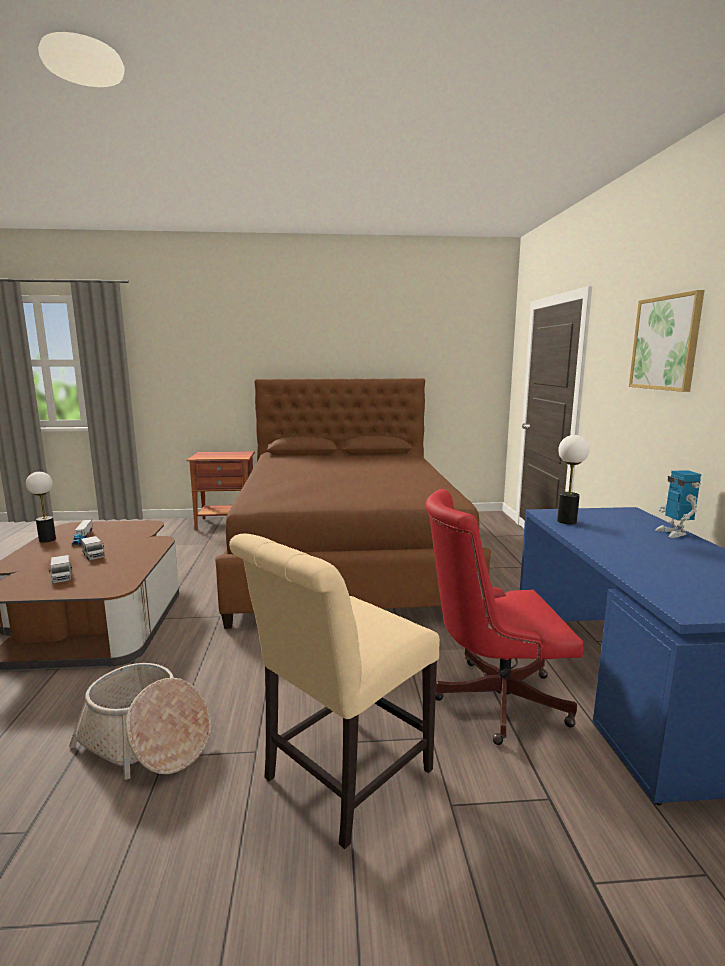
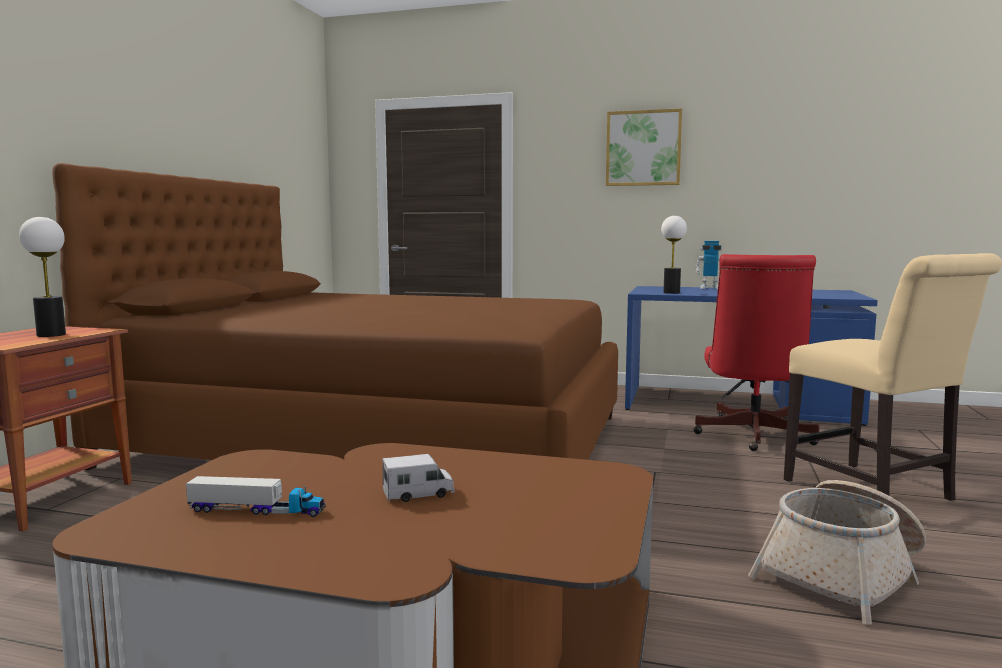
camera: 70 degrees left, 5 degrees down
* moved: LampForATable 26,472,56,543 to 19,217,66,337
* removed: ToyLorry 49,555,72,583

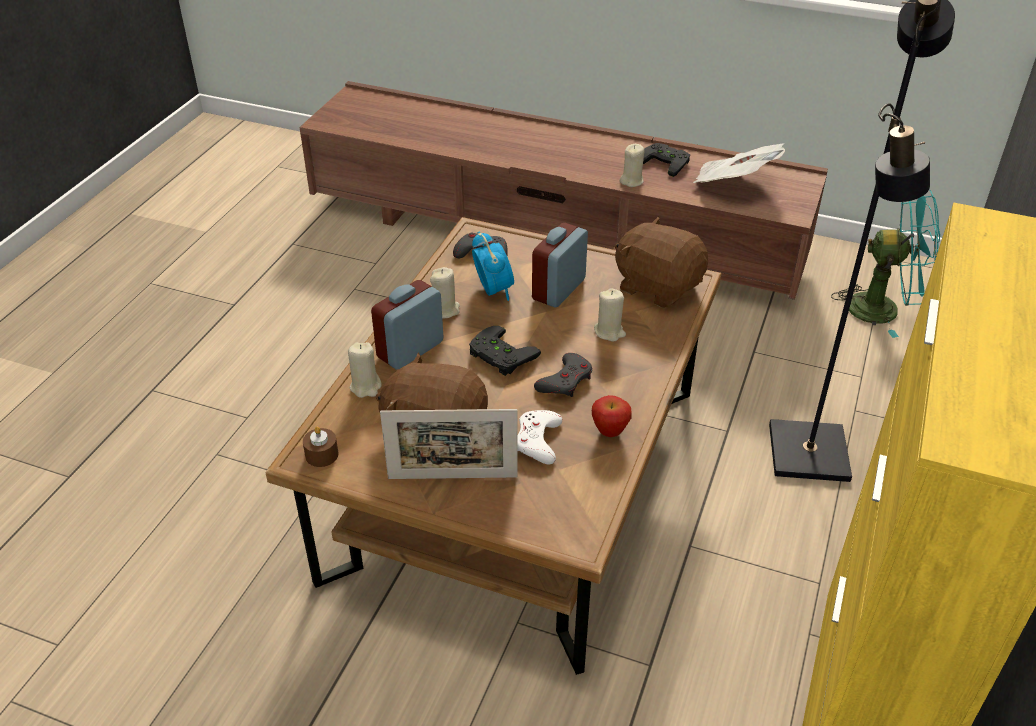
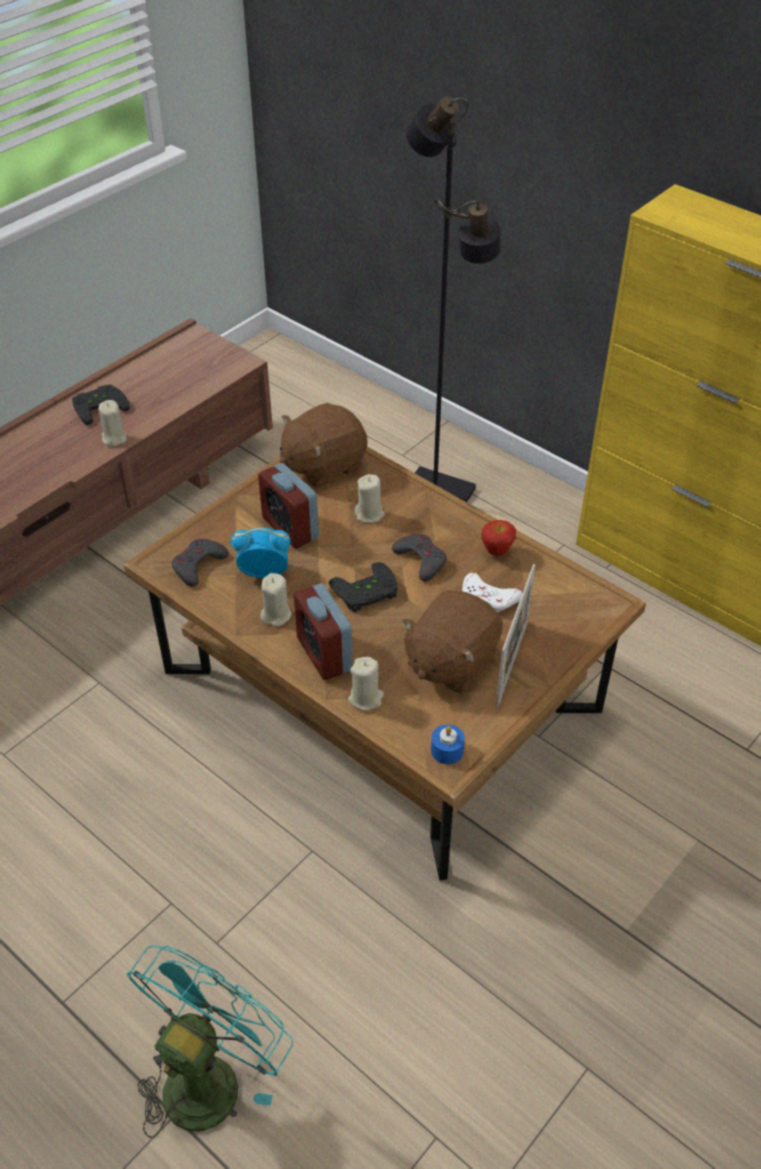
camera: 70 degrees left, 5 degrees up
* moved: BlueGreenCoolingFan 831,189,940,338 to 127,945,293,1138
* recoloured: BrownWaxCandle 303,426,339,467 to BlueWaxCandle 431,725,465,764
* removed: Newspaper 693,143,785,183

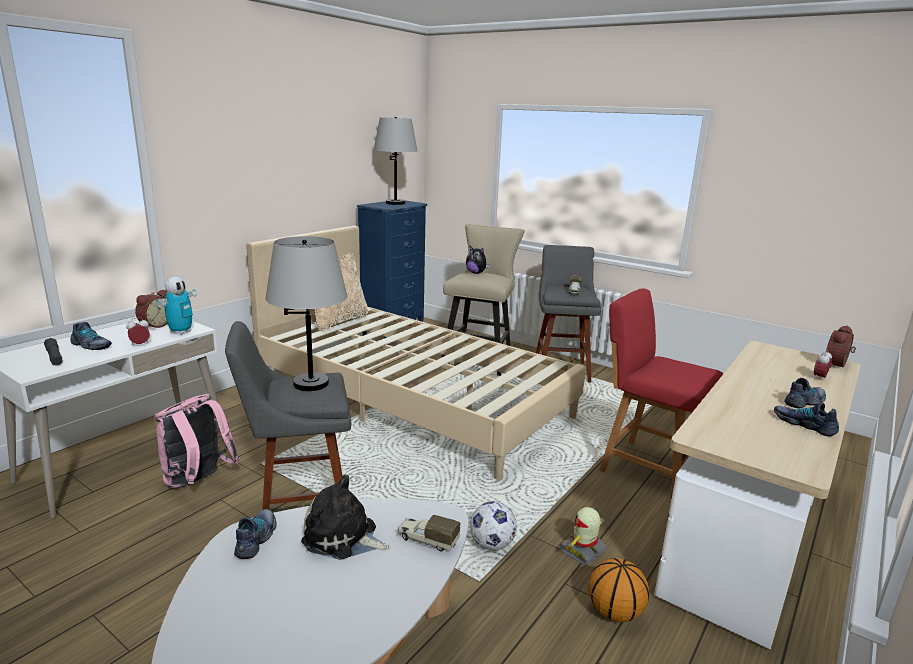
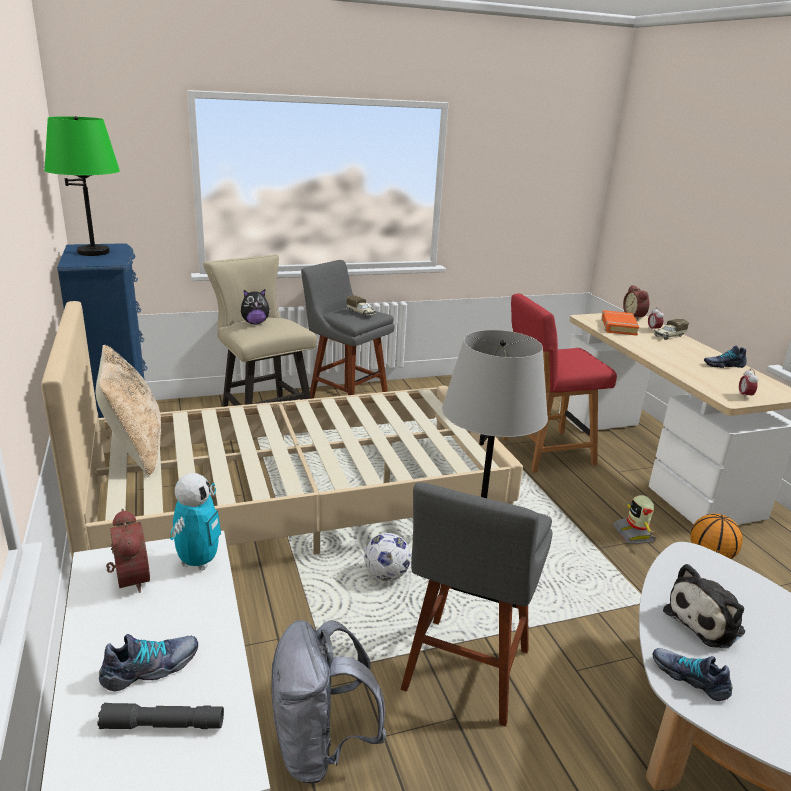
camera: 55 degrees left, 5 degrees up
* recoloured: GreyishLampForATable 374,117,418,205 to GreenishLampForATable 44,116,120,256
* turned: ModelRobot 156,277,197,335 = 170,473,221,570 45 degrees clockwise
* recoloured: PinkColouredRucksack 154,394,240,489 to GreyishRucksack 271,620,386,783
* moved: FootballBall 470,501,517,551 to 364,533,411,581
* added: OrangeVolume 602,310,639,336
* moved: ToyLorry 397,515,460,551 to 654,319,689,340
* moved: AlarmClock 126,317,150,345 to 739,368,758,399
* removed: LowShoe 784,378,826,409

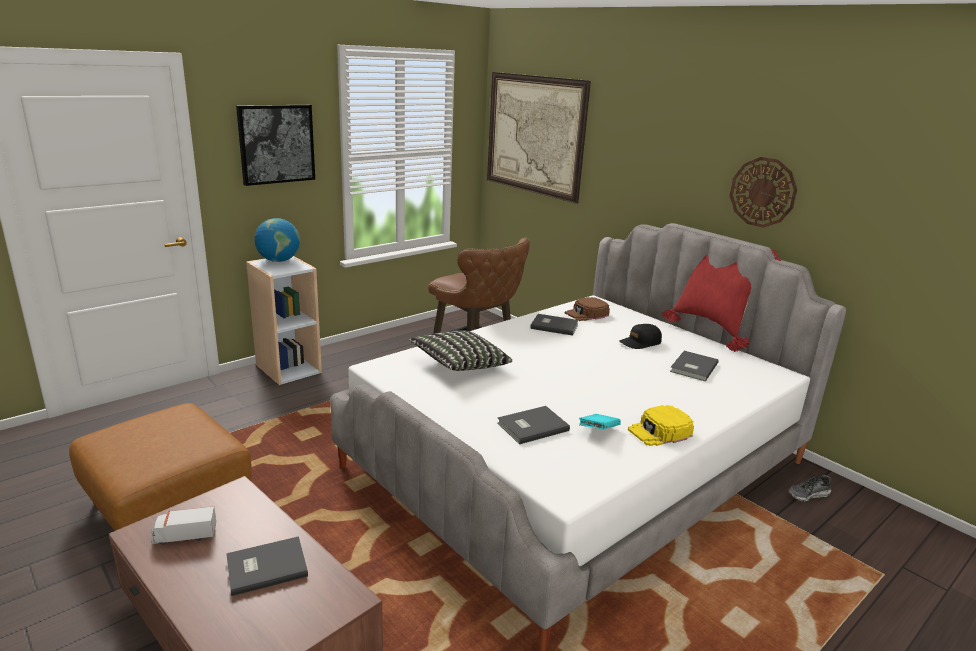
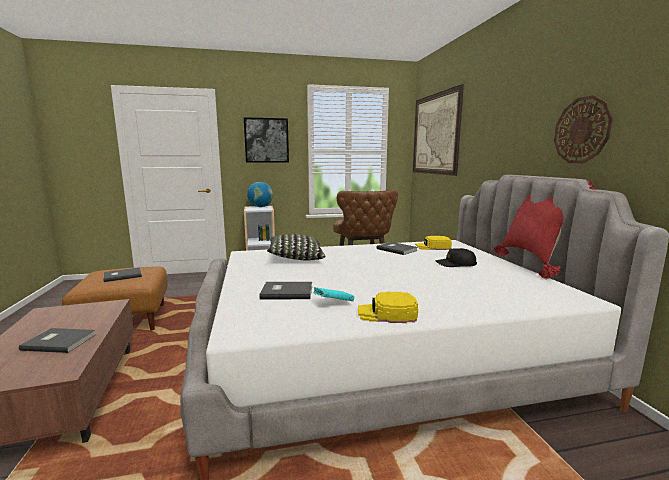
camera: 30 degrees right, 10 degrees down
* moved: GreyishVolume 670,351,719,382 to 103,268,142,282
* recoloured: BrownCap 564,297,610,321 to YellowCap 415,236,452,250
* removed: ToyLorry 151,506,216,545
* removed: LowShoe 788,475,831,502

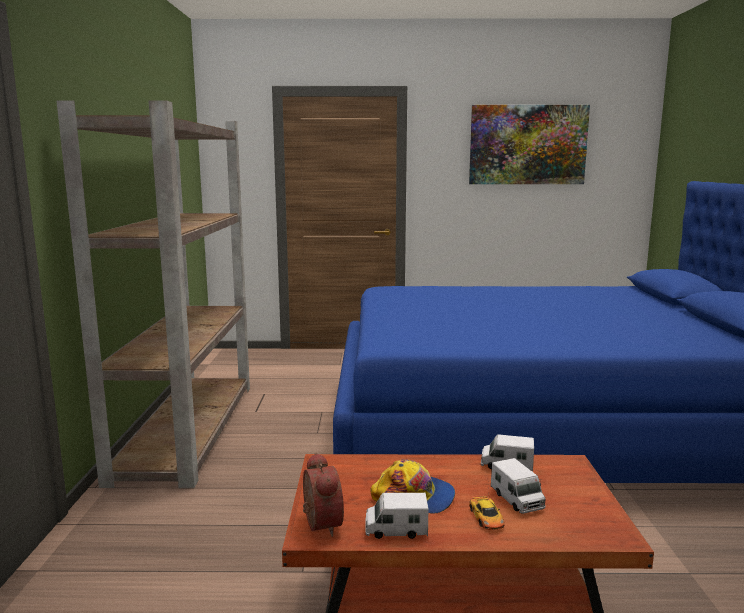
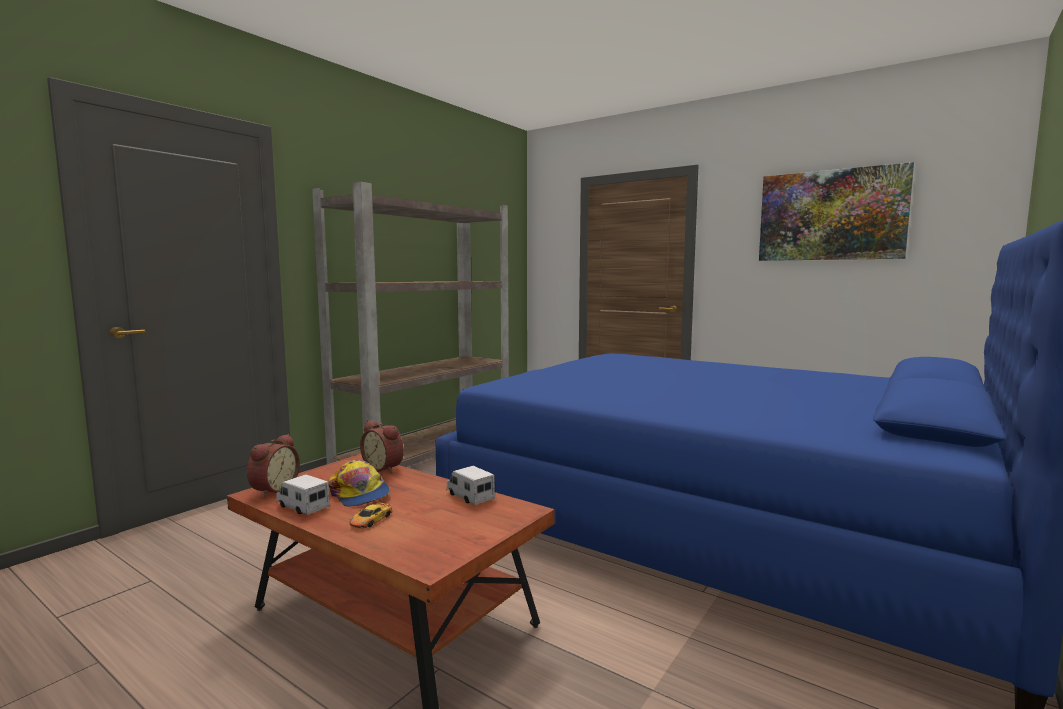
camera: 35 degrees right, 5 degrees down
* added: AlarmClock 360,420,404,473
* removed: ToyLorry 491,458,546,514

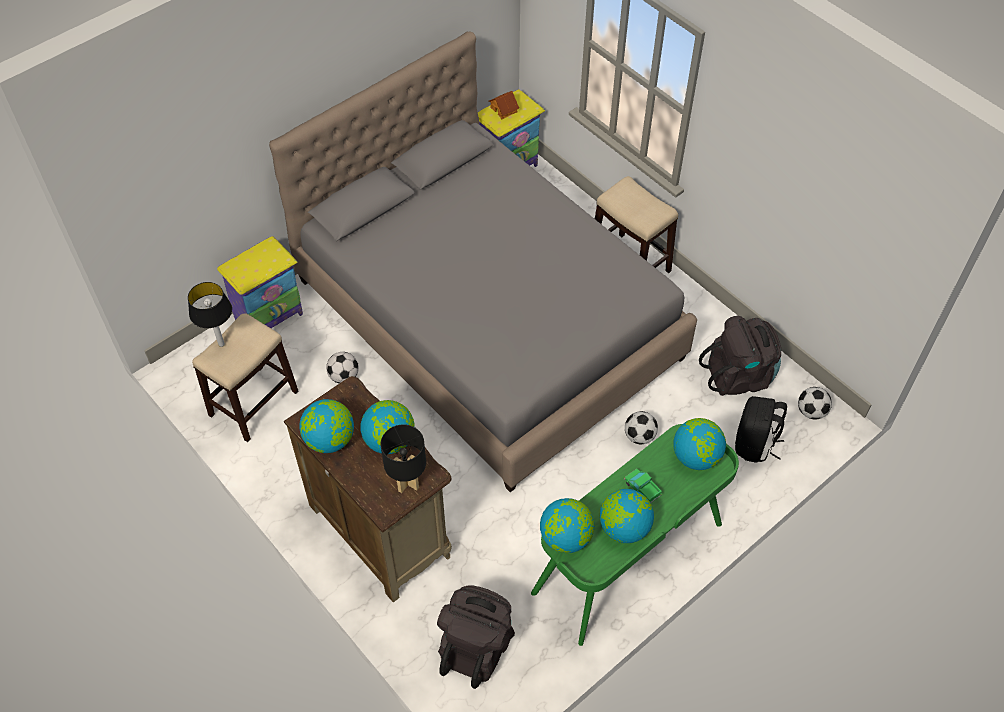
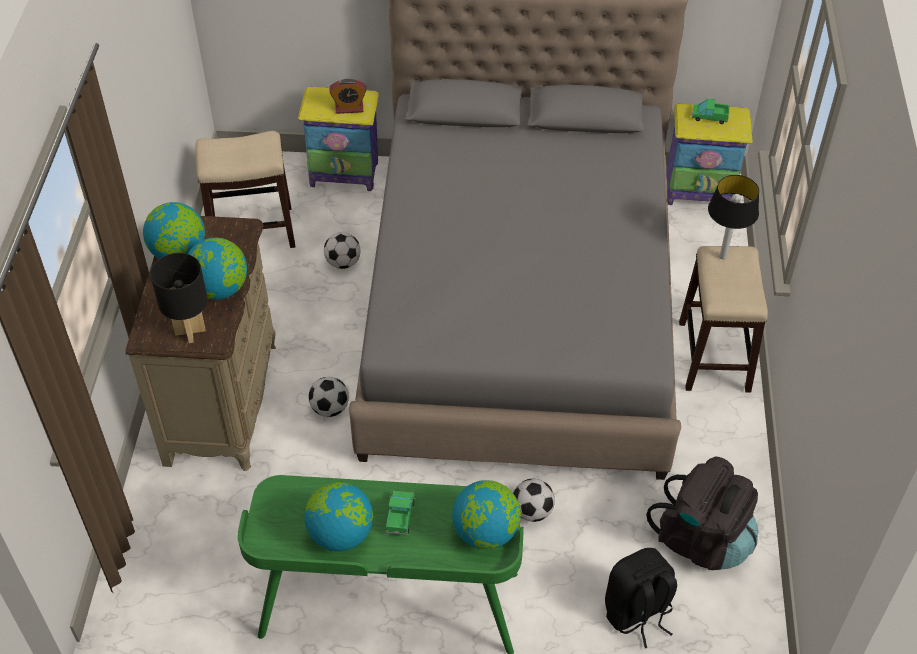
camera: 45 degrees right, 5 degrees down
* moved: FootballBall 798,387,832,420 to 309,377,349,417
* added: AlarmClock 329,79,366,114
* replaced: MiniatureHouse 489,91,519,119 to ToyLorry 692,99,730,124
* moved: LampForATable 188,282,232,347 to 708,175,759,259
* removed: BlackishRucksack 437,585,515,689
* removed: DeskGlobe 540,498,594,553

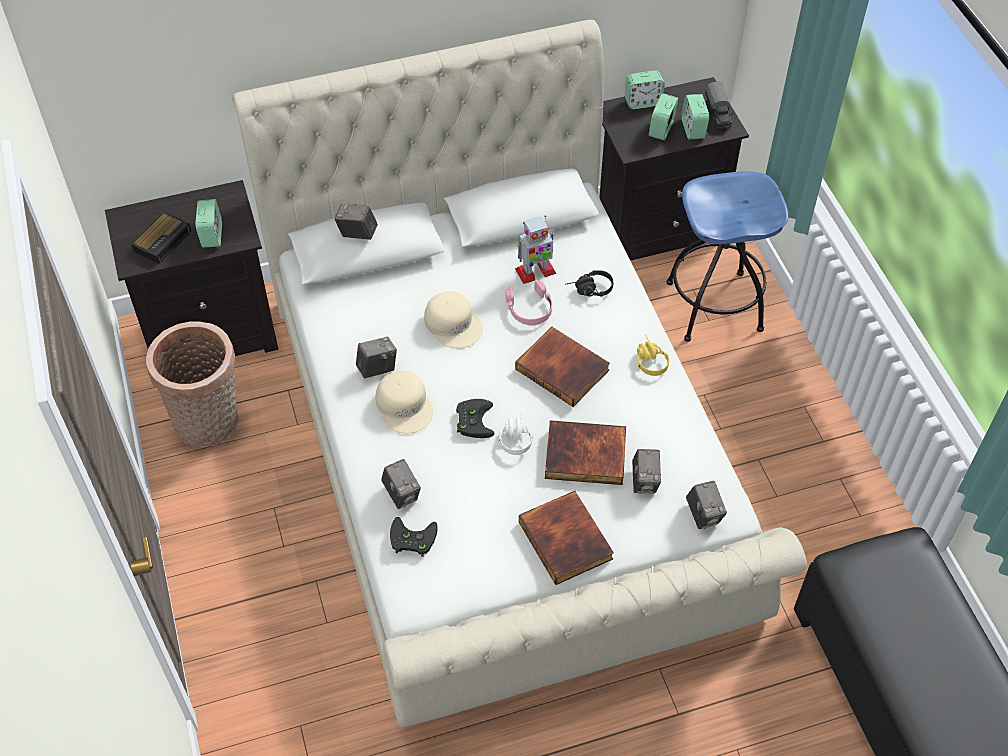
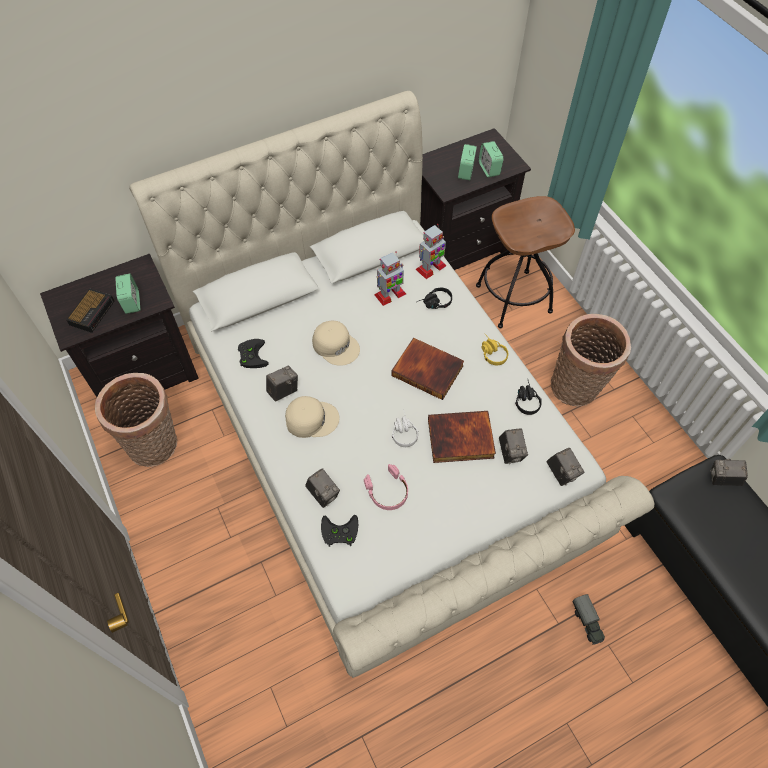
camera: 10 degrees left, 5 degrees up
* moved: BlackishJoypad 456,399,495,438 to 238,339,269,368
* turned: SandColouredCap 375,371,433,434 = 285,396,340,438 60 degrees counterclockwise
* moved: PinkColouredPairOfHeadphones 505,279,552,325 to 364,464,408,510
* added: ModelRobot 415,224,446,279
* recoloured: BlueSittingStool 666,171,789,342 to BrownSittingStool 476,196,575,328
* added: BlackishPairOfHeadphones 515,380,542,415
* added: Basket 551,314,631,407
* moved: ToyLorry 705,82,733,129 to 572,594,605,644
* moved: PhotoCamera 334,204,378,240 to 710,458,748,486
* removed: Volume 519,491,614,585
* removed: AlarmClock 625,70,665,110

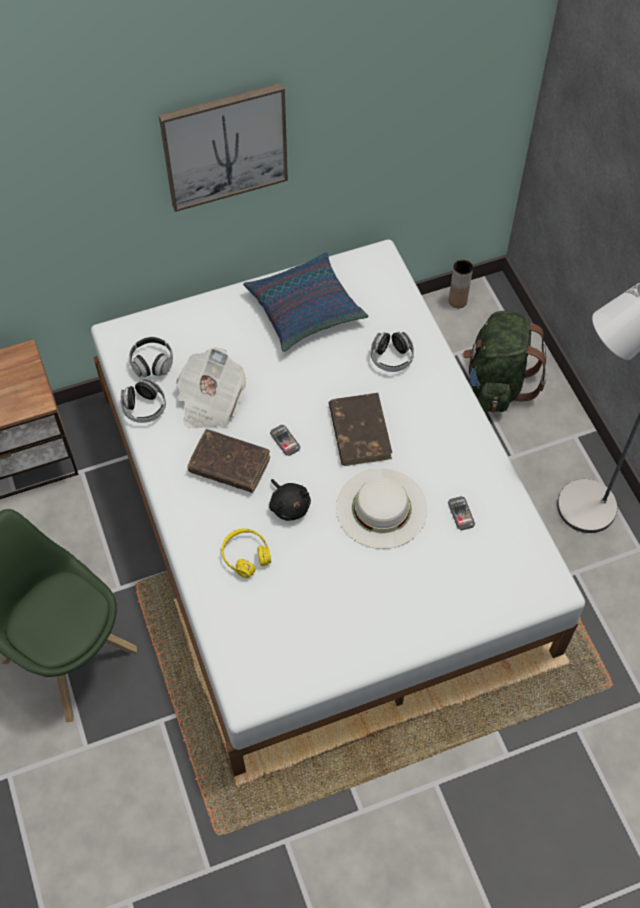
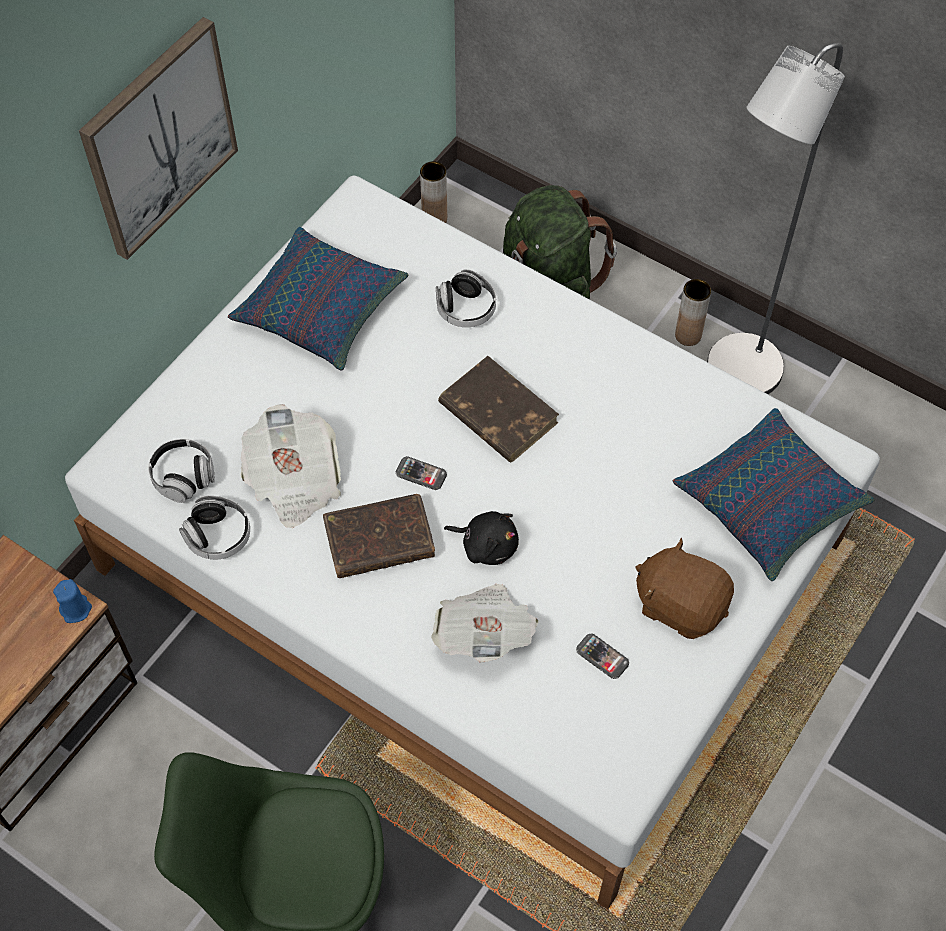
camera: 35 degrees left, 0 degrees up
* added: BlueWaxCandle 53,579,92,623
* replaced: YellowPairOfHeadphones 222,528,271,578 to Newspaper 431,584,539,662
* moved: Telephone 448,496,475,530 to 576,634,629,679
* added: BrownCuddlyToy 636,538,734,639
* added: BlueThrowPillow 673,408,874,581
* added: BrownFlowerVase 675,279,711,346
* removed: WhiteColouredWearableHat 336,468,428,549

